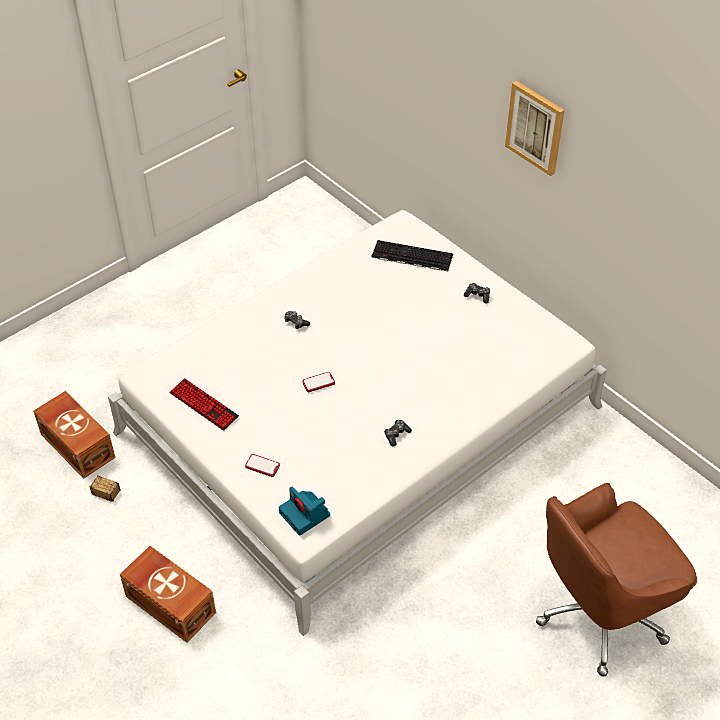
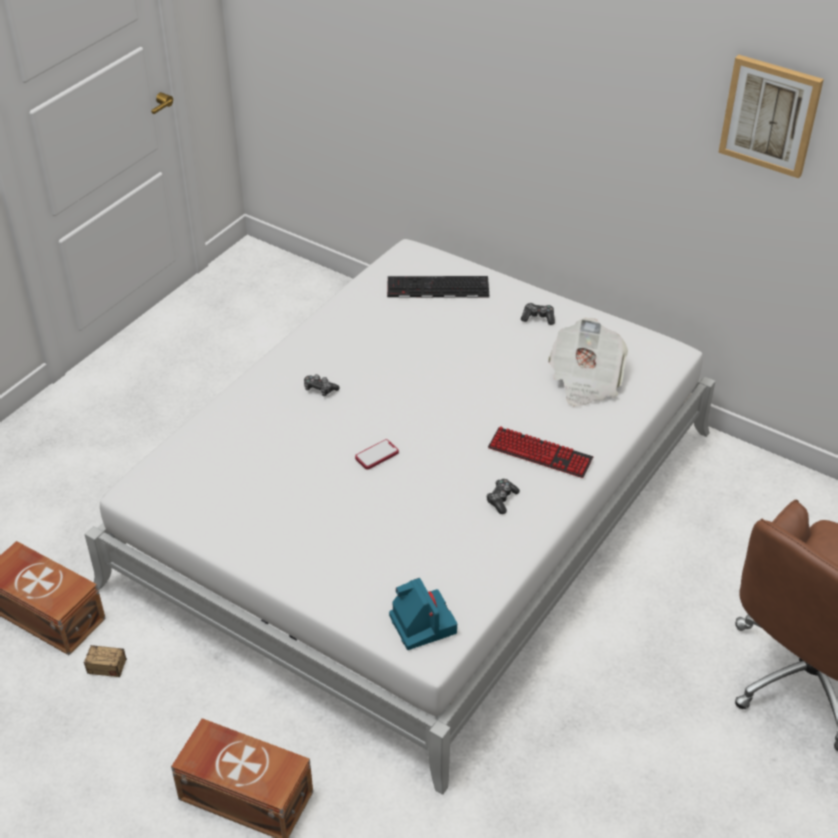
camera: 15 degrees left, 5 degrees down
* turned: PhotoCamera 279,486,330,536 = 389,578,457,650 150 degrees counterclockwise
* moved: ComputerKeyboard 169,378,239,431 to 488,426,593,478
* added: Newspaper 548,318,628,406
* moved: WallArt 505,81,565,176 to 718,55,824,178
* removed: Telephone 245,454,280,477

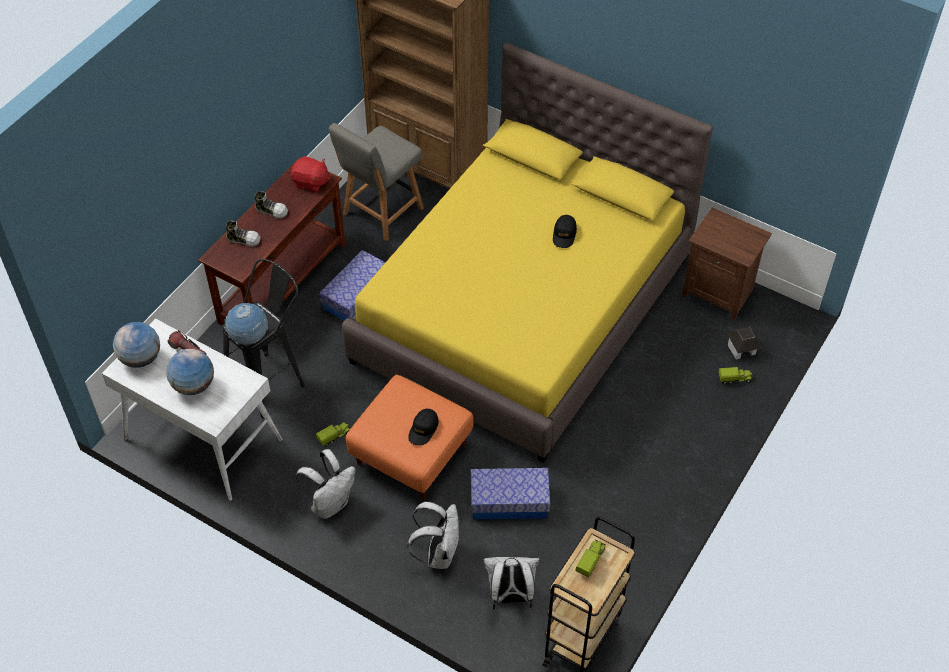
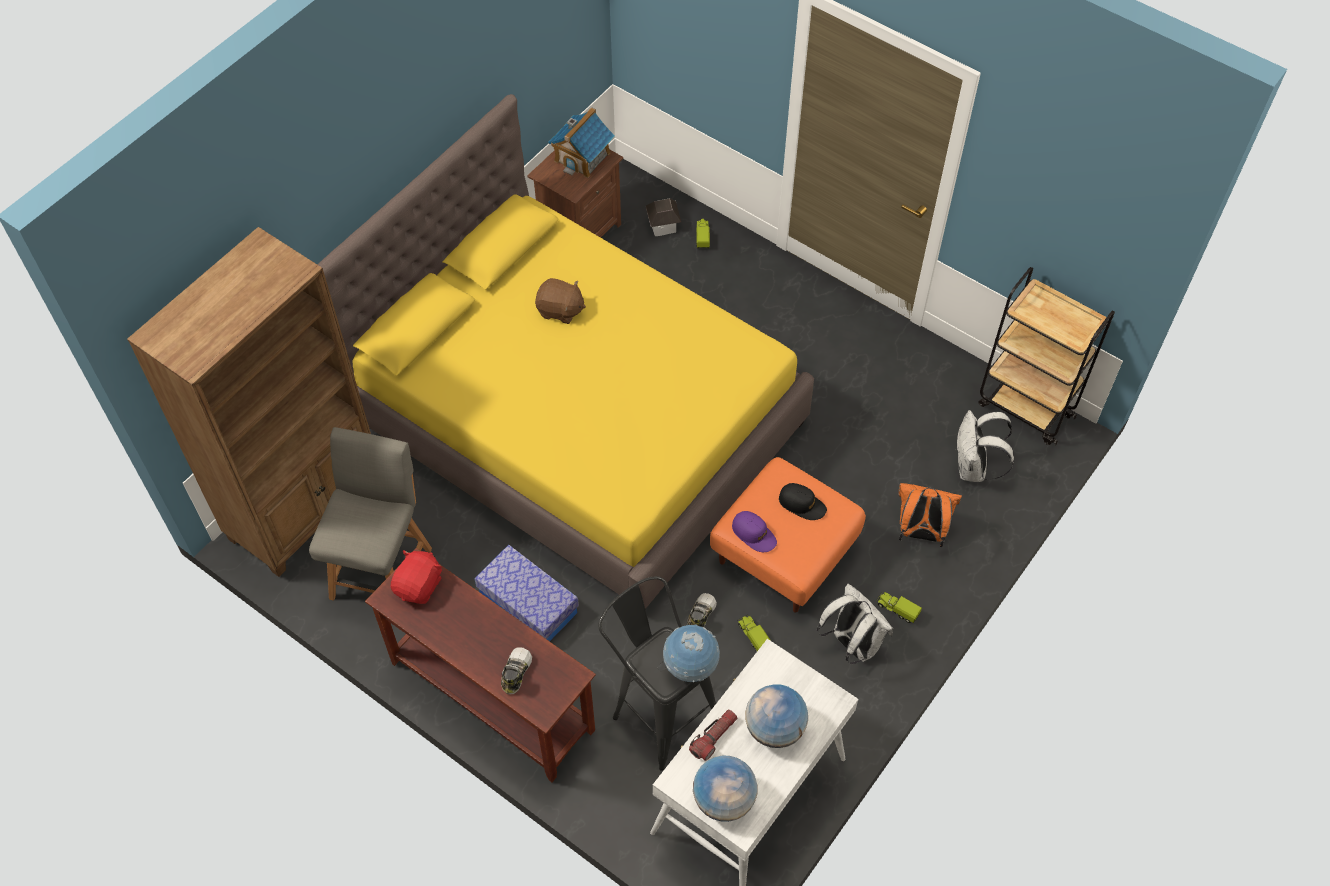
camera: 85 degrees left, 5 degrees up
* turned: GreyishPlainChair 329,123,424,241 = 309,427,432,601 120 degrees counterclockwise
* replaced: BlackishCap 553,215,577,248 to BrownCuddlyToy 535,278,586,324
* added: MiniatureHouse 548,107,615,178
* moved: LowShoe 255,191,288,219 to 687,593,717,627
* added: PurplishCap 732,511,777,552
* moved: ToyLorry 576,540,606,577 to 876,592,922,623
* recoloured: WhiteColouredRucksack 407,501,460,569 to OrangeRucksack 898,483,962,547
* removed: StorageBin 471,468,550,519

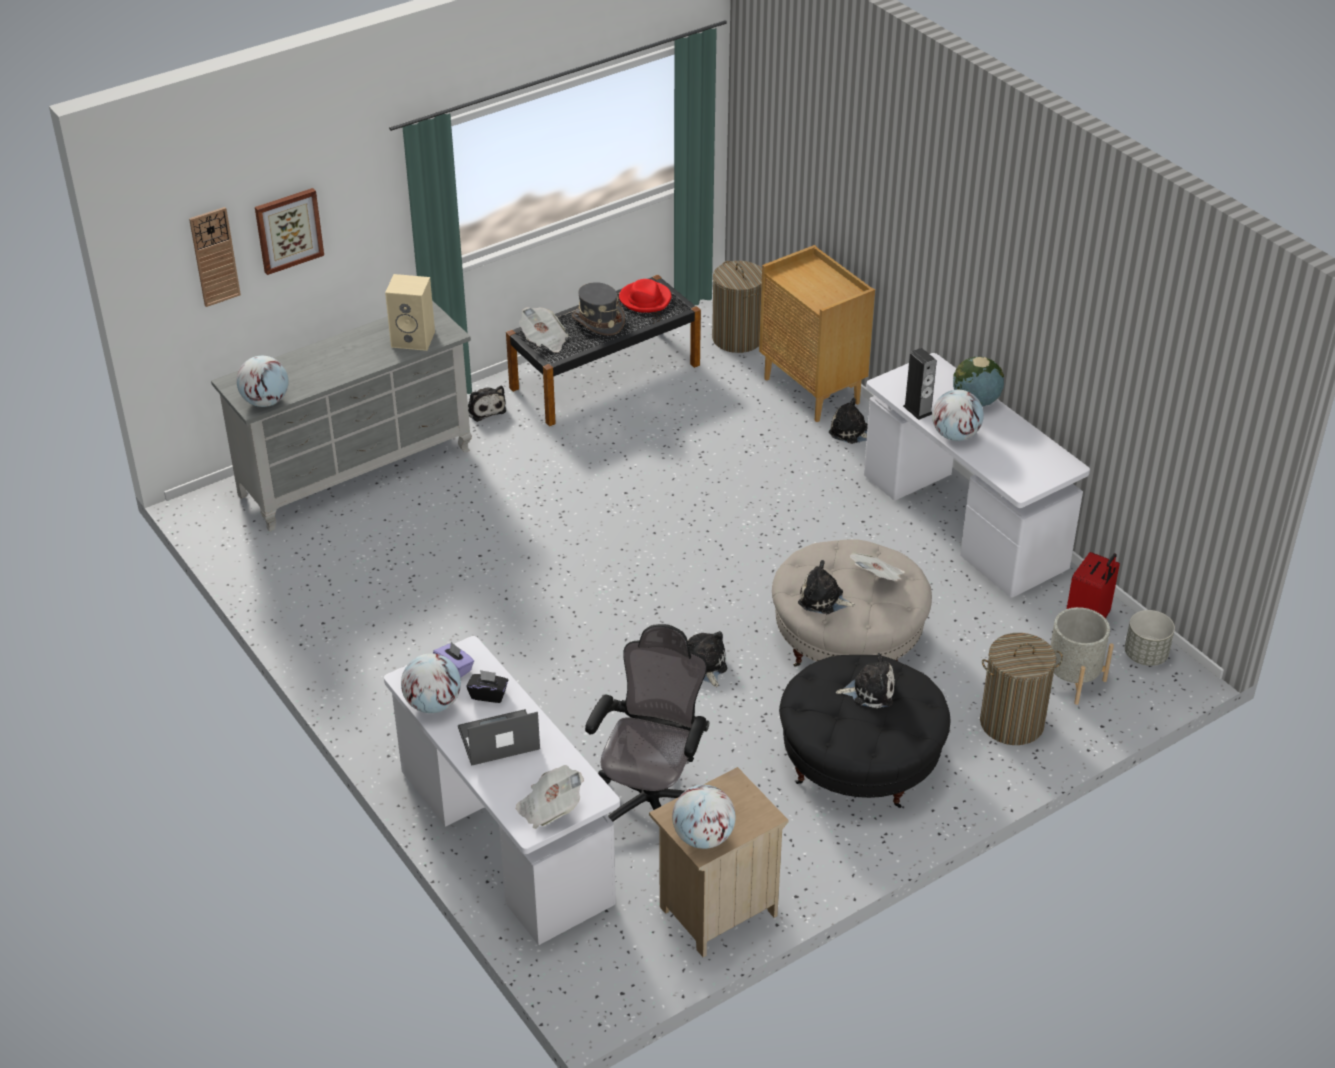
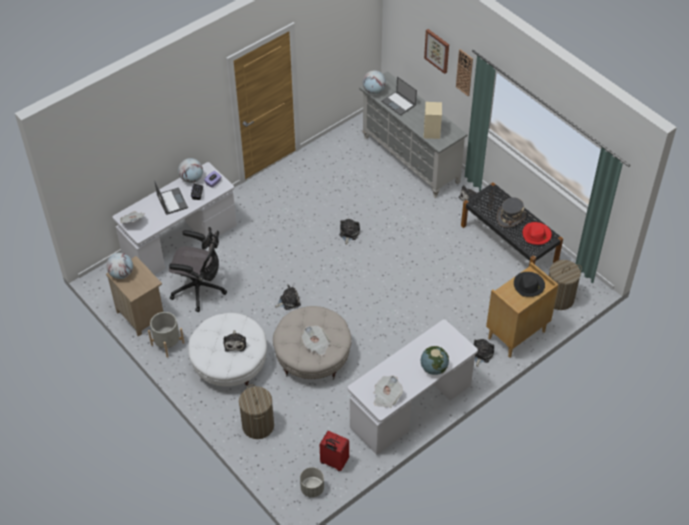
camera: 85 degrees right, 10 degrees up
* moved: GreyishPlanter 1051,607,1114,705 to 148,312,185,358
* recoloured: BlackishOttoman 779,655,950,808 to WhiteColouredOttoman 188,313,267,388
* moved: CuddlyToy 798,560,856,614 to 339,219,360,245
* moved: Newspaper 519,307,569,353 to 374,375,403,408
* added: PortableComputer 381,76,417,116
* moved: ClockOnTheWall 189,207,241,307 to 456,49,473,96
* added: BlackishWearableHat 514,272,545,297
* removed: Loudspeaker 903,348,937,420
* removed: DeskGlobe 932,390,984,441

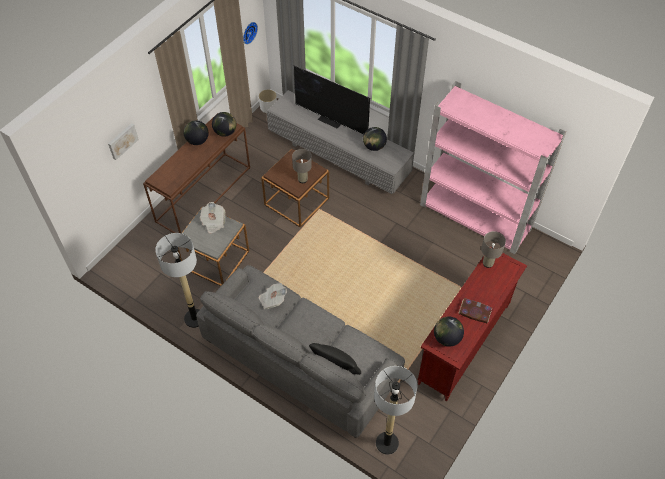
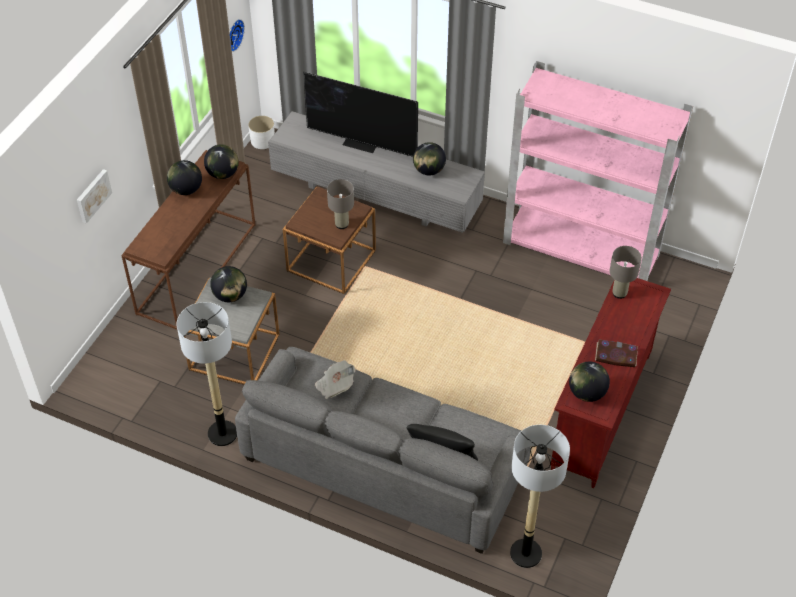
camera: 10 degrees left, 5 degrees down
* replaced: Newspaper 200,202,225,234 to DeskGlobe 210,266,247,302

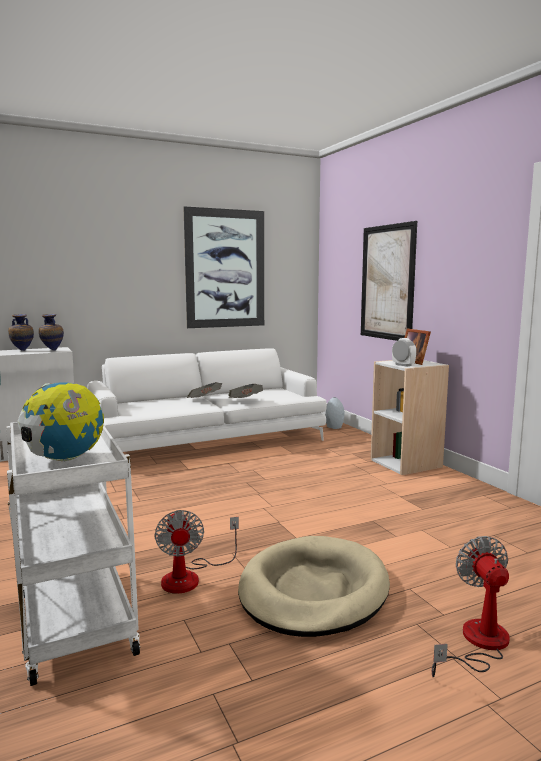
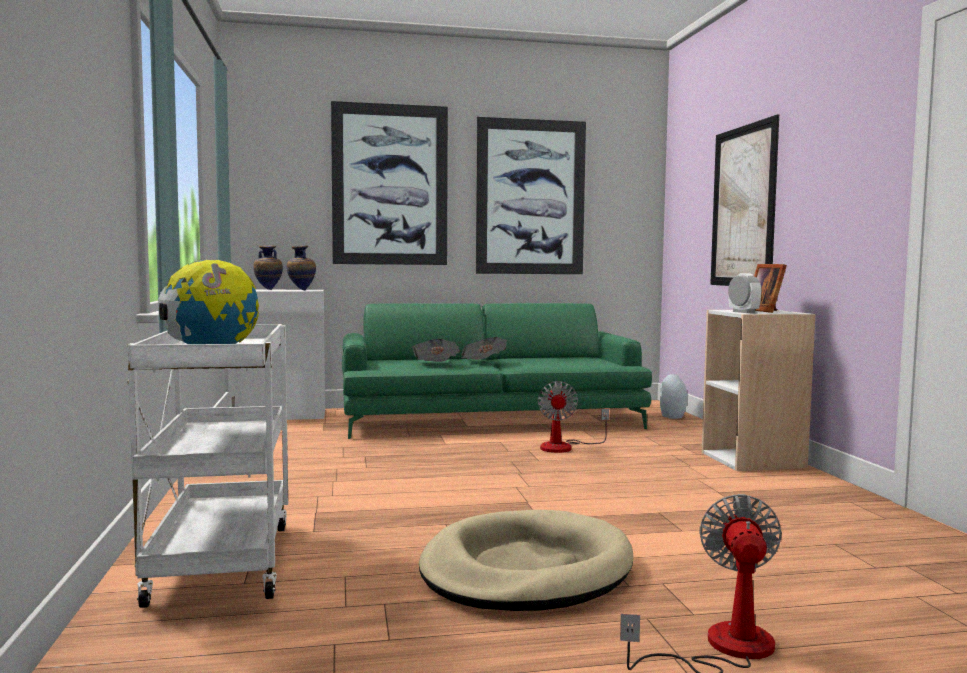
camera: 15 degrees right, 5 degrees down
* added: WallArt 331,101,448,265
* recoloured: WhiteColouredSettee 87,348,327,452 to GreenishSettee 342,303,652,439
* moved: Newspaper 229,384,263,398 to 412,339,460,362
* moved: CoolingFan 155,510,239,594 to 538,381,609,453

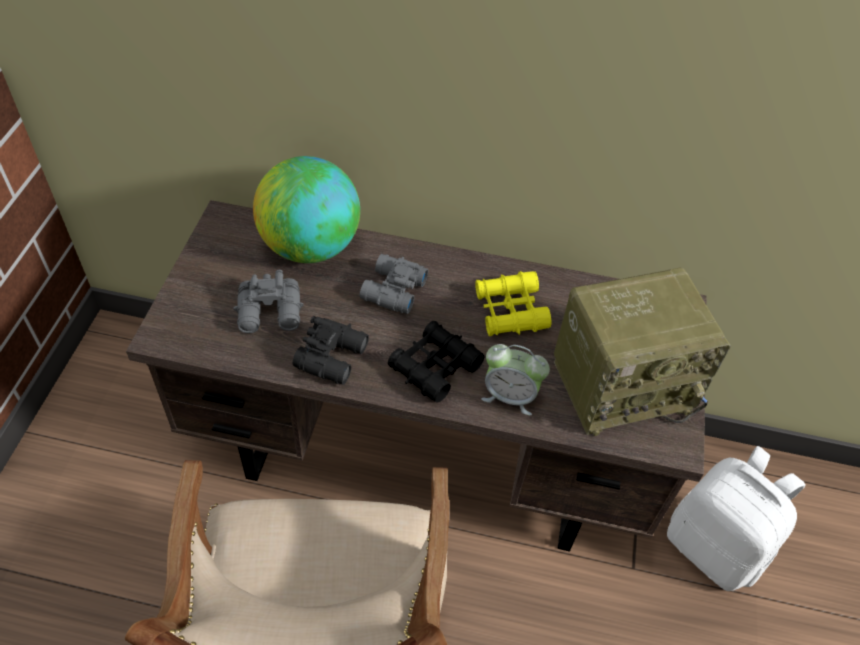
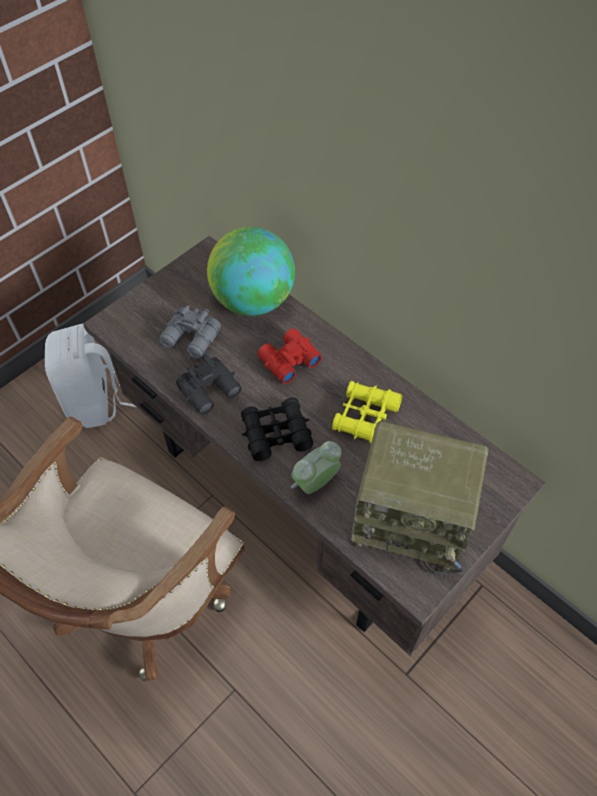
camera: 35 degrees right, 5 degrees up
* moved: WhiteColouredRucksack 667,446,806,591 to 45,324,136,428
* recoloured: GreyishPairOfBinoculars 360,254,428,314 to RedColouredPairOfBinoculars 258,328,322,384
* turned: AlarmClock 481,344,550,416 = 291,441,342,494 90 degrees clockwise

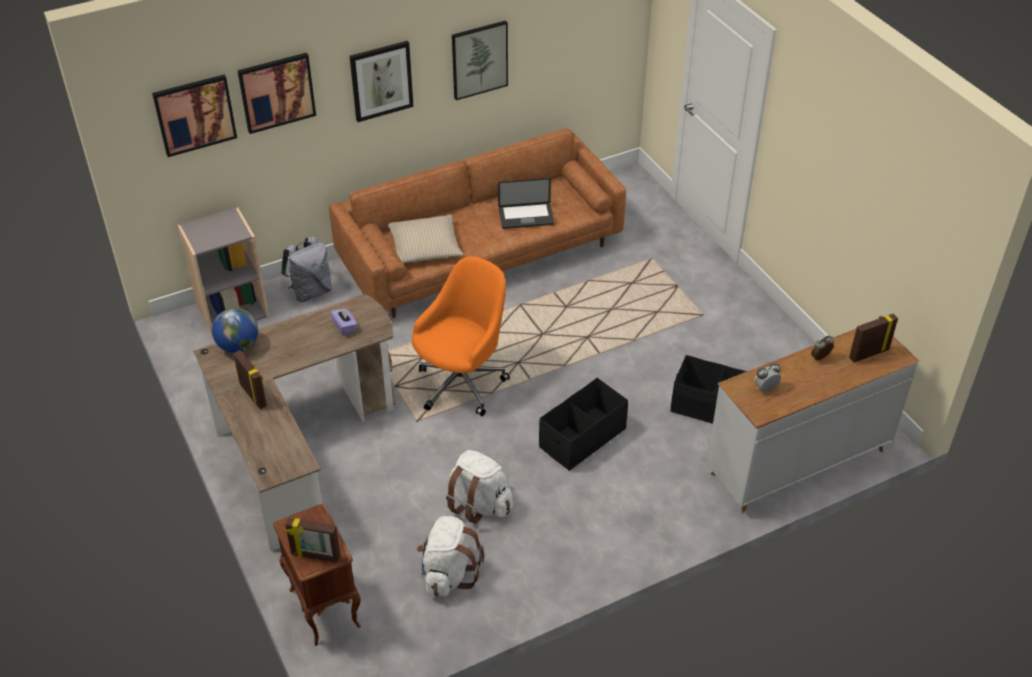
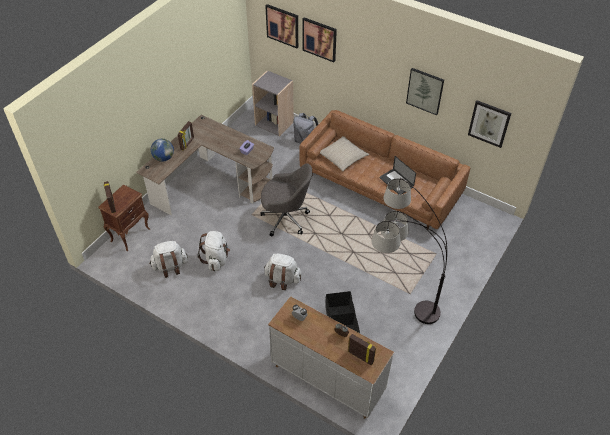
camera: 60 degrees right, 5 degrees up
* moved: DeskGlobe 212,308,258,353 to 151,139,174,162
* recoloured: OrangeOfficeChair 412,256,510,416 to GreyishOfficeChair 260,164,312,236
* replaced: BlackishStorageBin 539,378,628,471 to WhiteColouredRucksack 264,253,301,290
* added: FloorLamp 372,178,447,324
* moved: WallArt 350,41,413,122 to 468,100,512,148

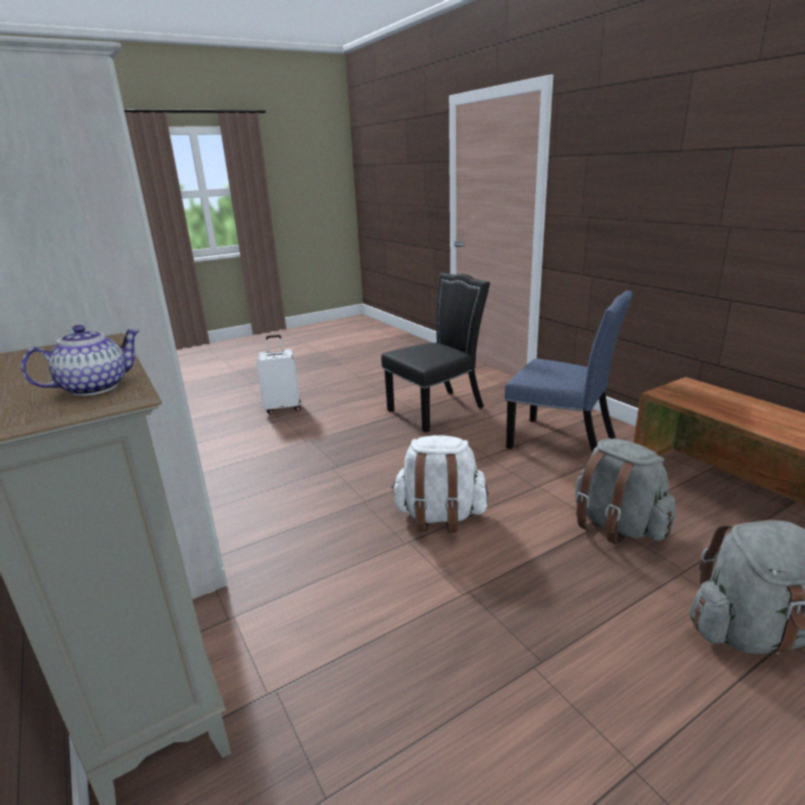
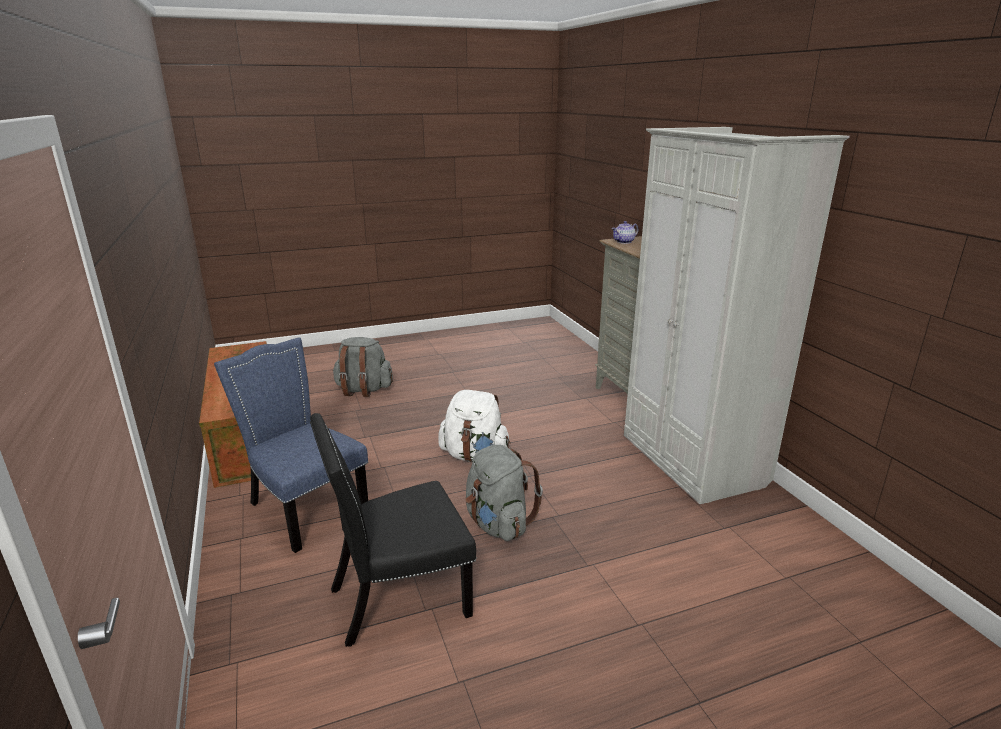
camera: 170 degrees left, 0 degrees up
* moved: GreyishRucksack 575,438,676,545 to 465,445,543,541
* removed: WhiteColouredSuitcase 256,335,301,414

